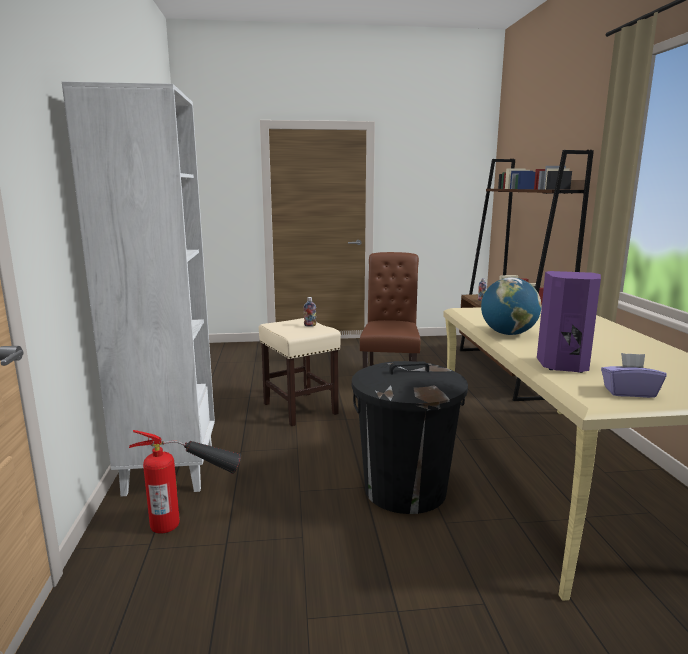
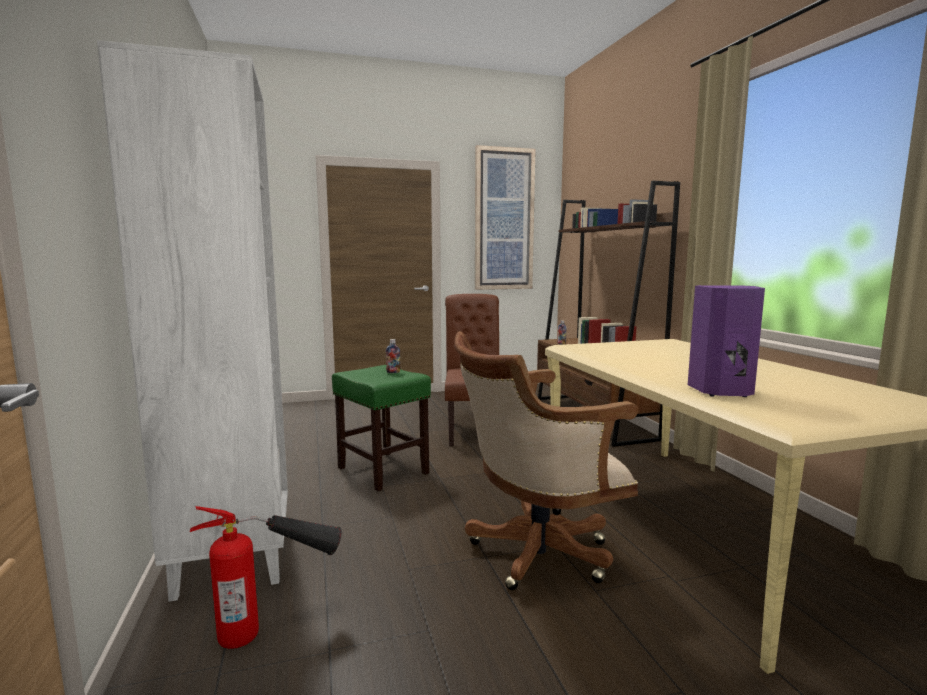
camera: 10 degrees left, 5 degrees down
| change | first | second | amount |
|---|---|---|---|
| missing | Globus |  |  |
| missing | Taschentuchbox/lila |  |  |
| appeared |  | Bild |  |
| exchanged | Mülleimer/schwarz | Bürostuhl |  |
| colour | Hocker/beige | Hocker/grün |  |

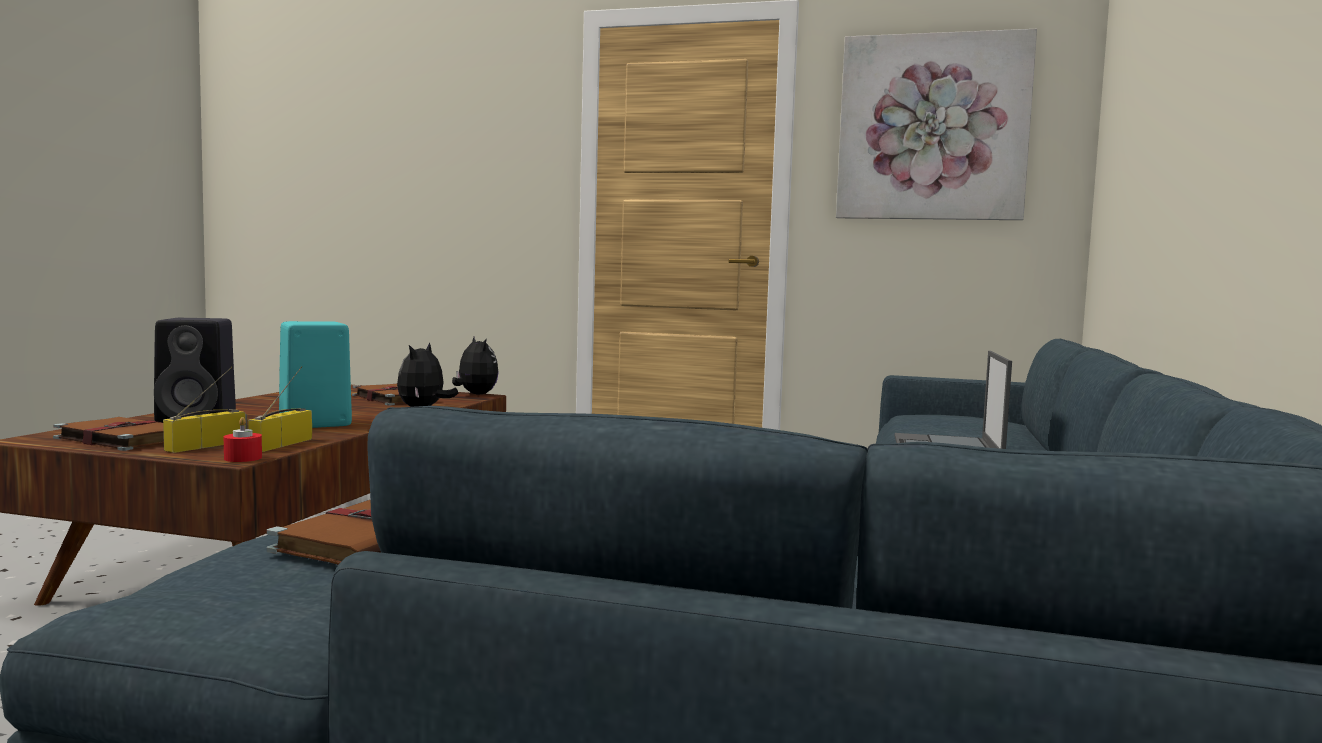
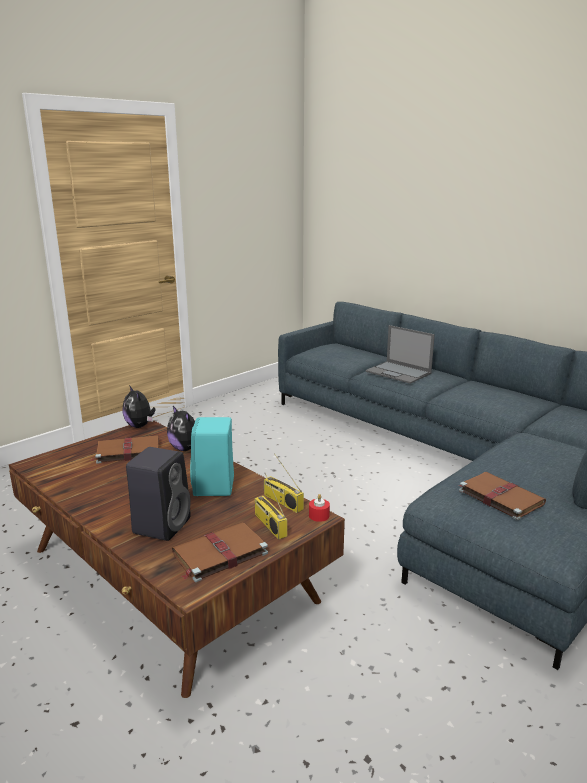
camera: 60 degrees left, 15 degrees up
| change | first | second | amount |
|---|---|---|---|
| missing | Bild |  |  |
| spun | Plüschtier (no. 2 from left in the first image) | Plüschtier (no. 1 from left) | 120 degrees counterclockwise |

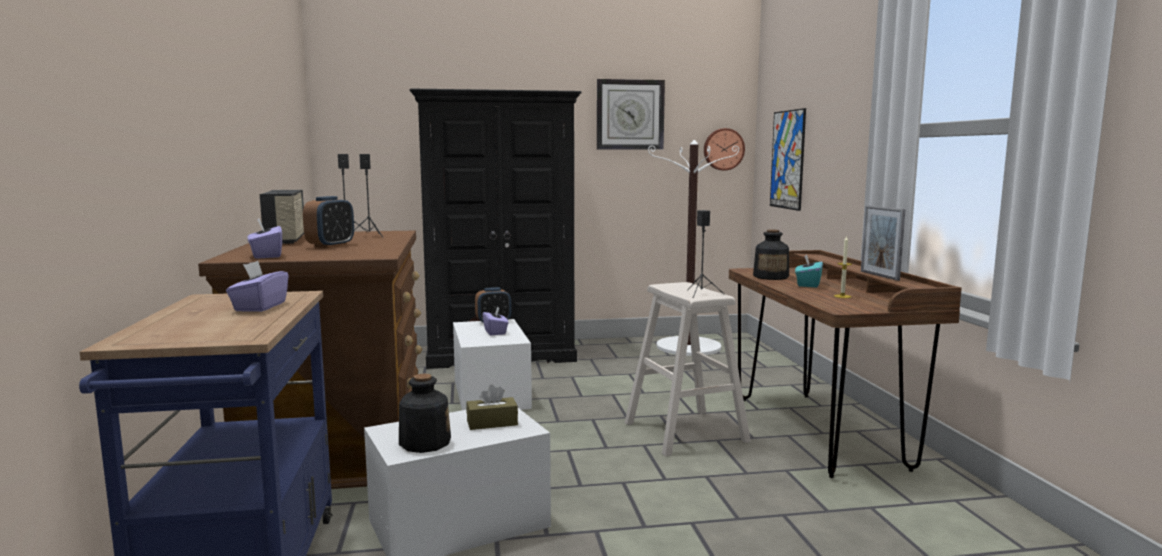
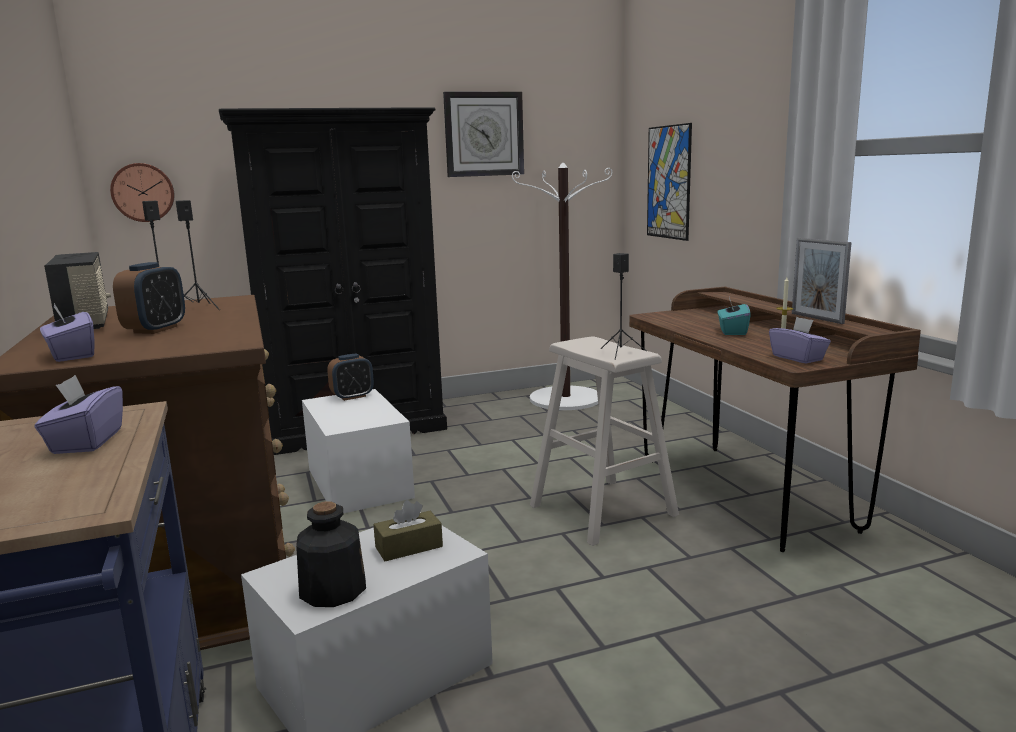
camera: 10 degrees left, 5 degrees up
| change | first | second | amount |
|---|---|---|---|
| missing | Flasche (no. 2 from left) |  |  |
| relocated | Taschentuchbox/lila (no. 3 from left) |  |  |
| relocated | Wanduhr (no. 2 from left in the first image) | Wanduhr (no. 1 from left) |  |

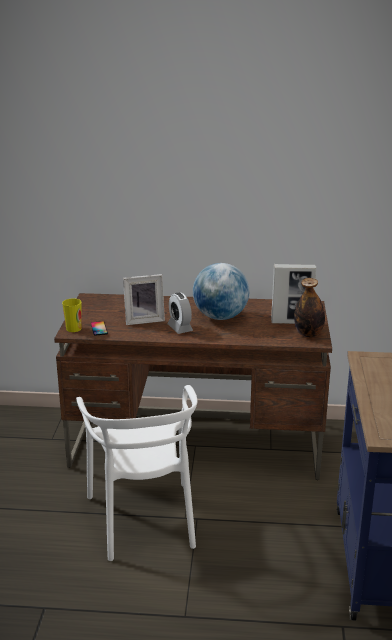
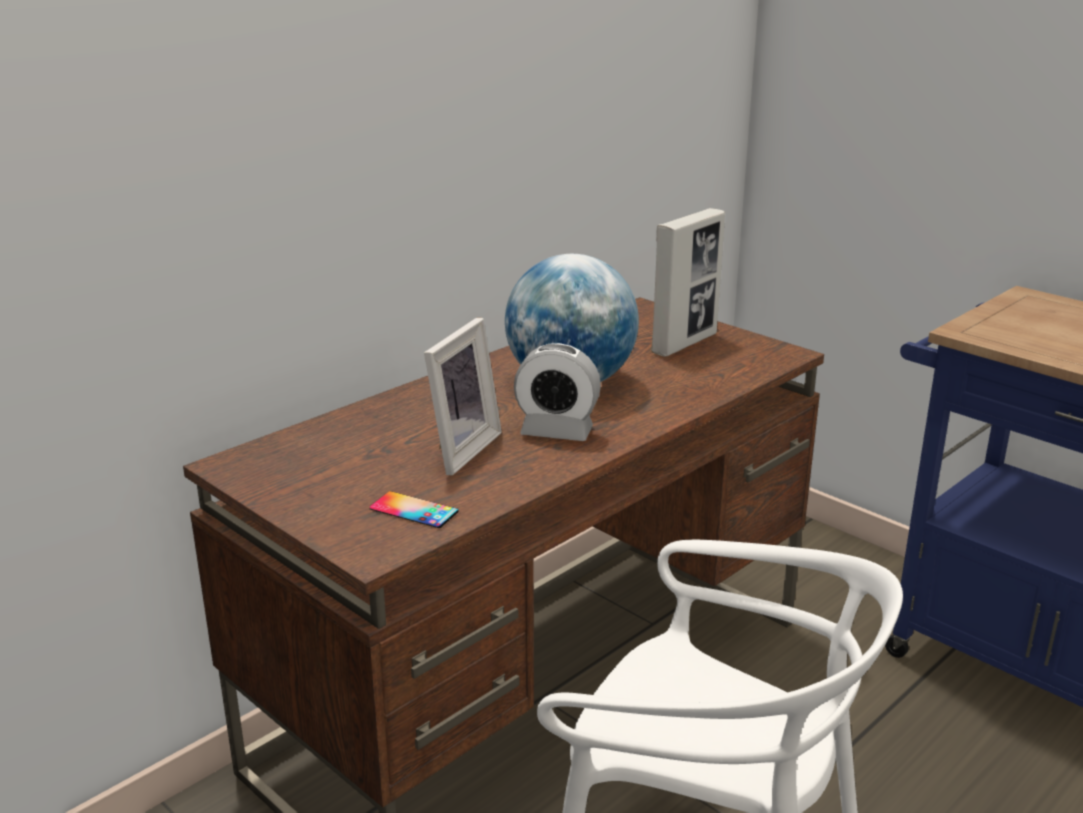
camera: 50 degrees left, 0 degrees up
| change | first | second | amount |
|---|---|---|---|
| missing | Tasse |  |  |
| missing | Flasche |  |  |

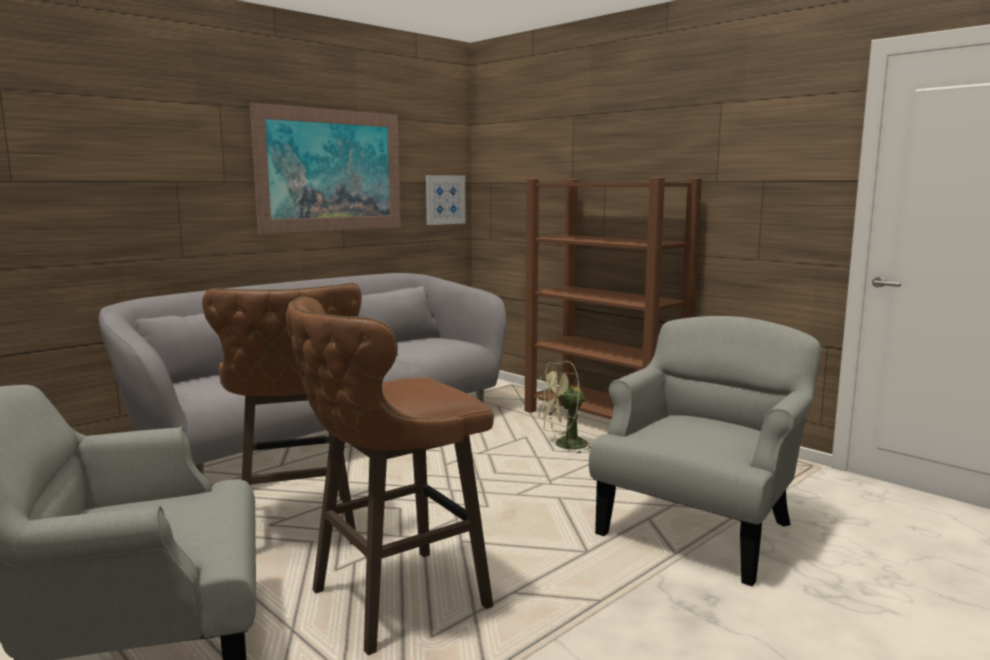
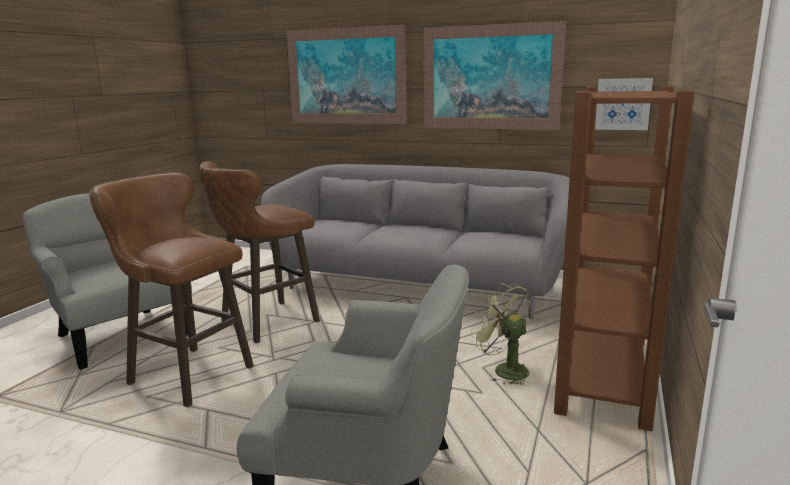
camera: 65 degrees right, 5 degrees up
| change | first | second | amount |
|---|---|---|---|
| appeared |  | Bild (no. 1 from left) |  |

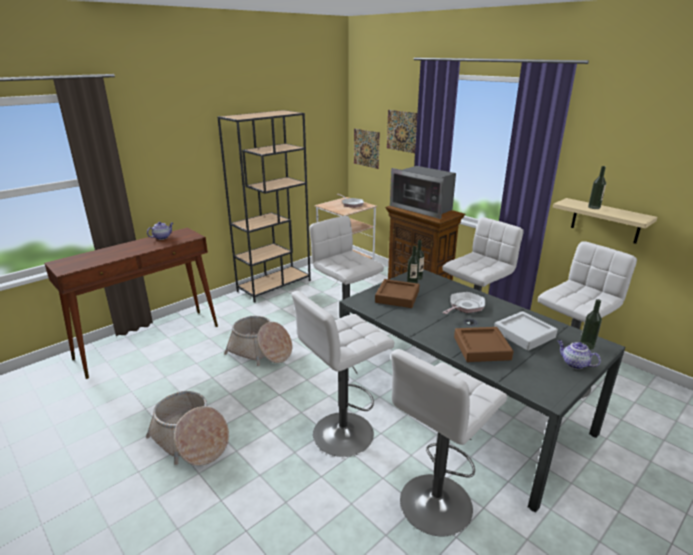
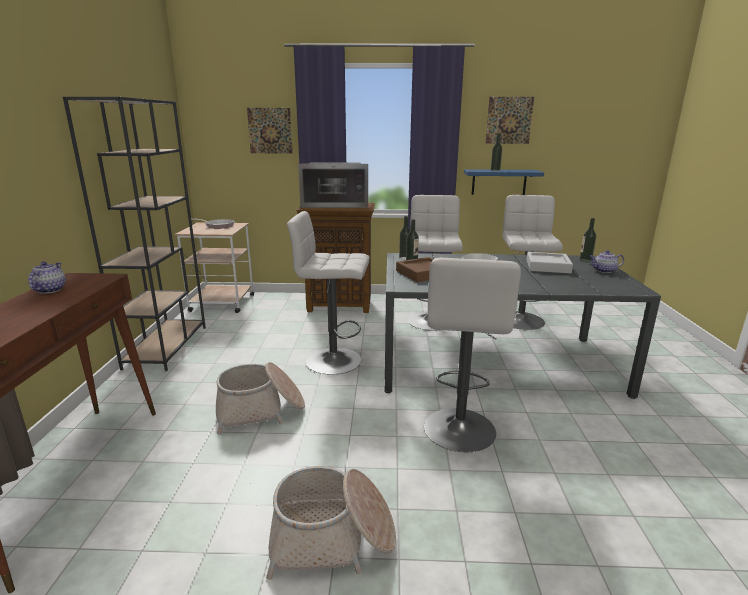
camera: 45 degrees left, 5 degrees down
| change | first | second | amount |
|---|---|---|---|
| missing | Hocker/weiß (no. 3 from left) |  |  |
| missing | Tablett/braun (no. 2 from left) |  |  |
| relocated | Bild (no. 1 from left in the first image) | Bild (no. 2 from left) |  |
| colour | Wandregal/beige | Wandregal/blau |  |

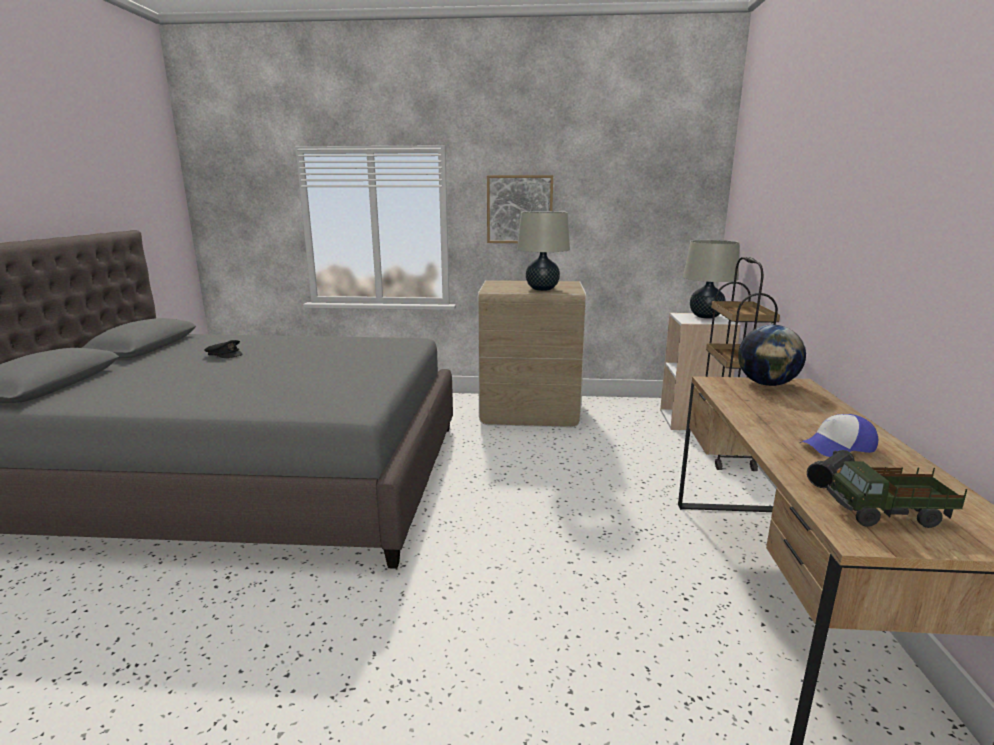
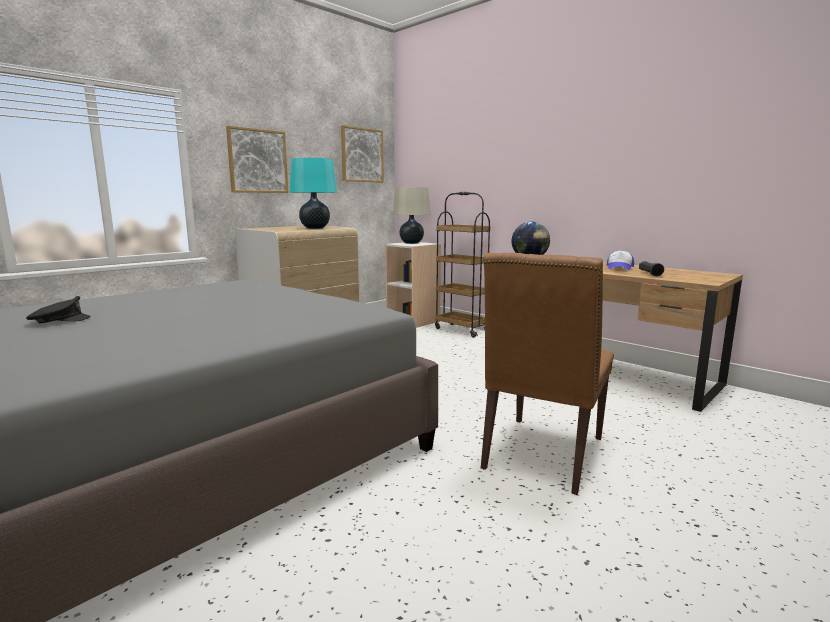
camera: 50 degrees left, 5 degrees down
| change | first | second | amount |
|---|---|---|---|
| missing | Spielzeuglaster |  |  |
| appeared |  | Bild (no. 2 from left) |  |
| appeared |  | Stuhl/braun |  |
| colour | Tischlampe/beige (no. 1 from left) | Tischlampe/türkis |  |

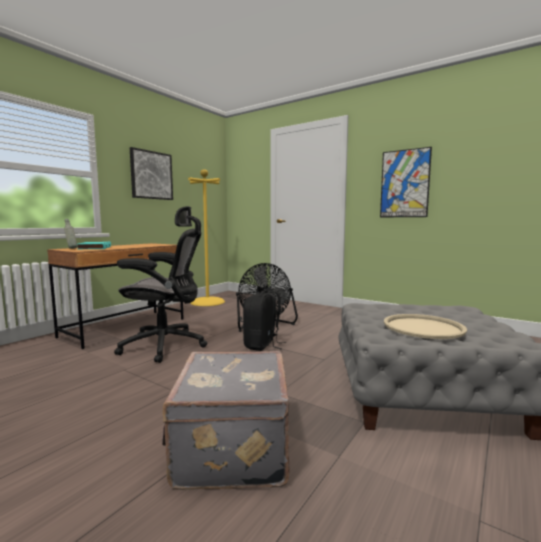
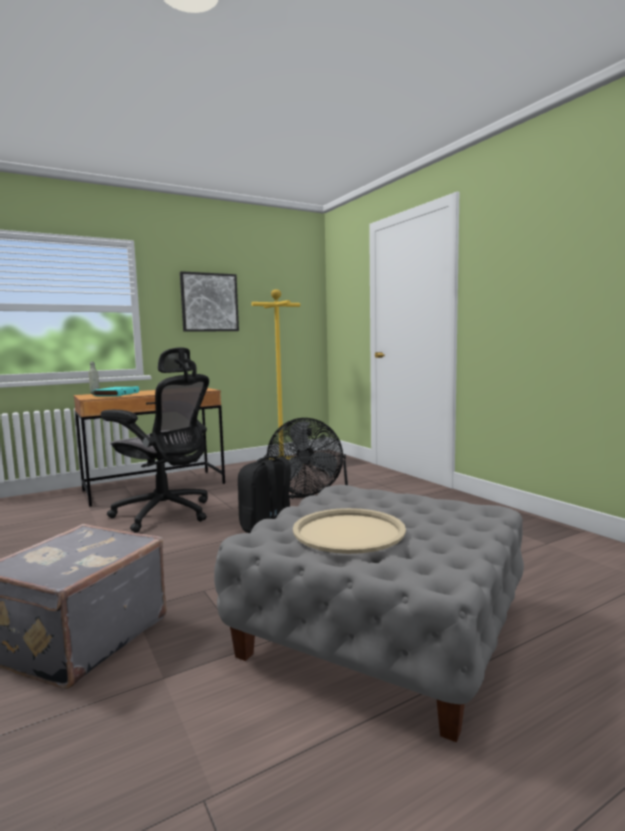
camera: 25 degrees right, 0 degrees up
| change | first | second | amount |
|---|---|---|---|
| missing | Bild (no. 2 from left) |  |  |

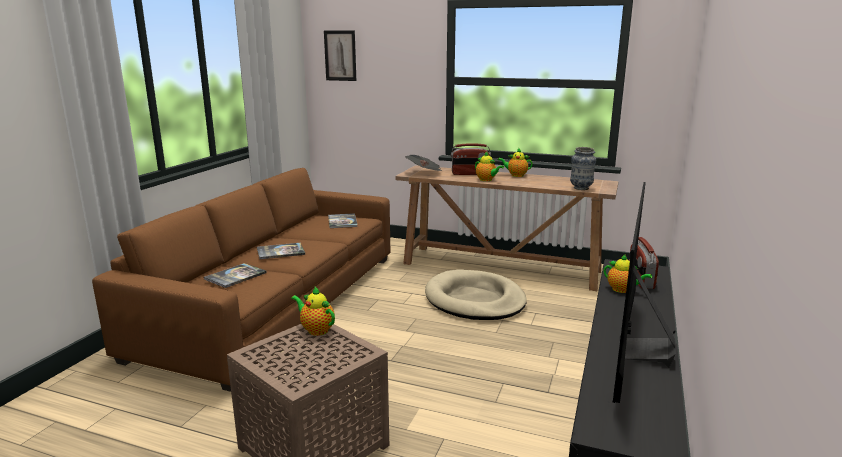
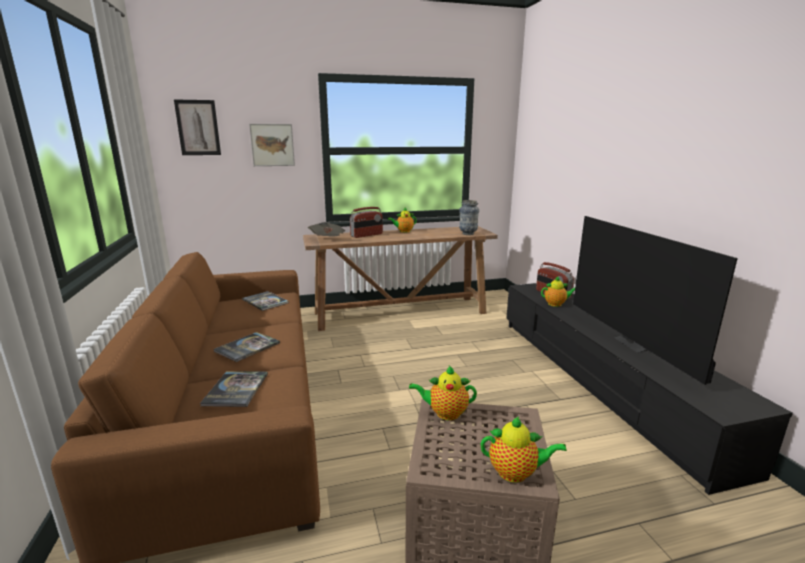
camera: 35 degrees left, 0 degrees up
| change | first | second | amount |
|---|---|---|---|
| missing | Hundebett/beige |  |  |
| appeared |  | Bild (no. 2 from left) |  |
| relocated | Teekanne (no. 2 from left in the first image) | Teekanne (no. 3 from left) |  |

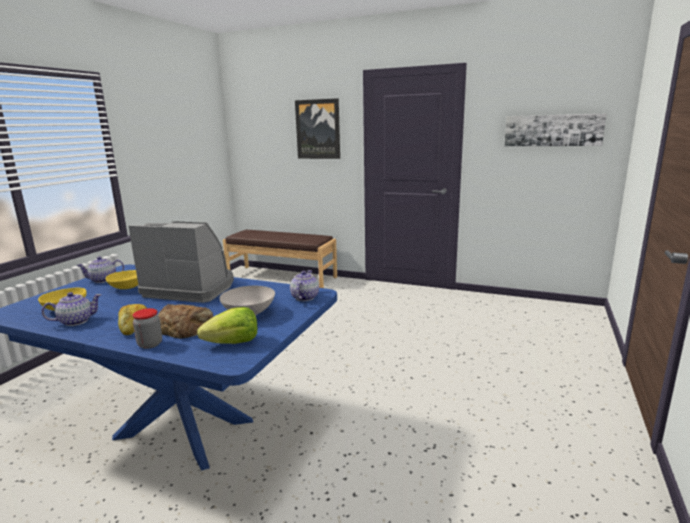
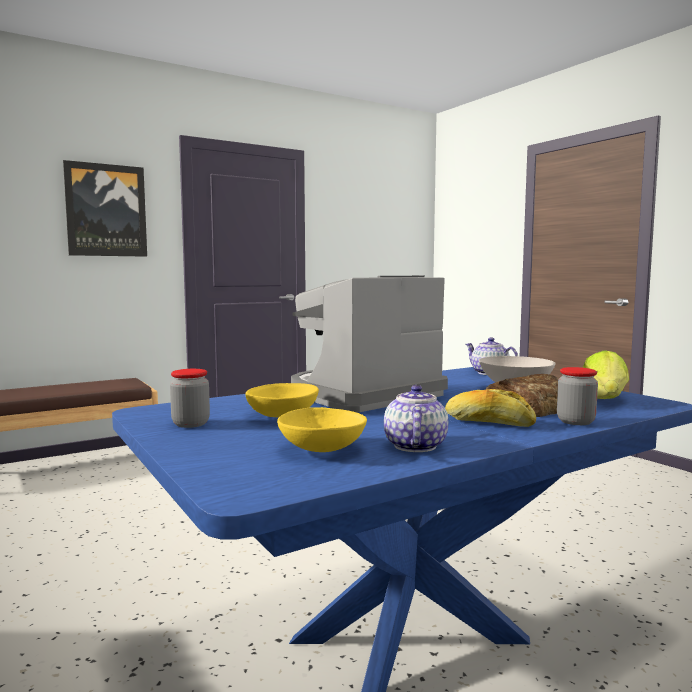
camera: 55 degrees left, 10 degrees down
| change | first | second | amount |
|---|---|---|---|
| missing | Bild (no. 2 from left) |  |  |
| exchanged | Teekanne (no. 2 from left) | Vorratsglas (no. 1 from left) |  |

